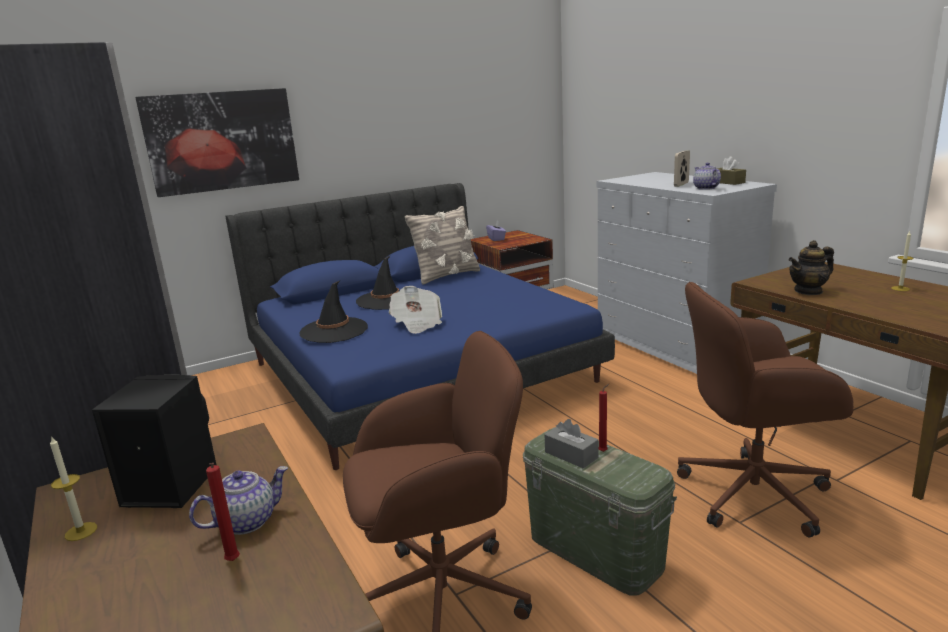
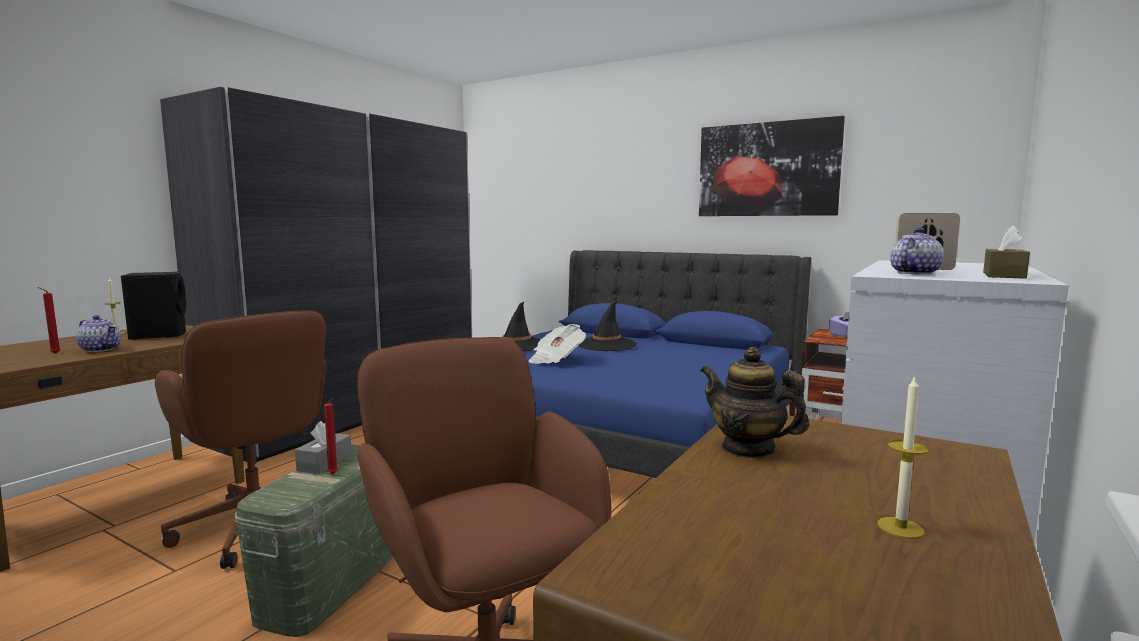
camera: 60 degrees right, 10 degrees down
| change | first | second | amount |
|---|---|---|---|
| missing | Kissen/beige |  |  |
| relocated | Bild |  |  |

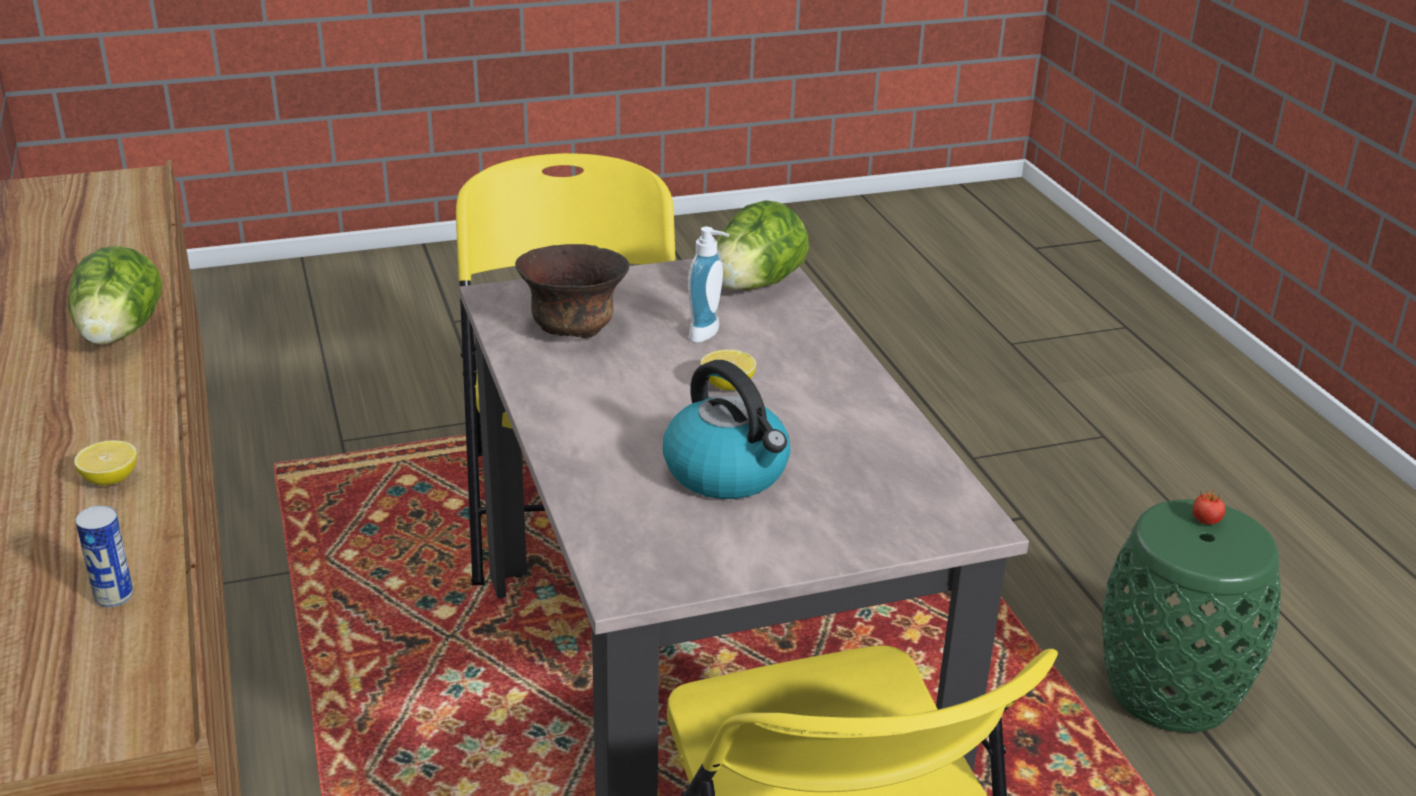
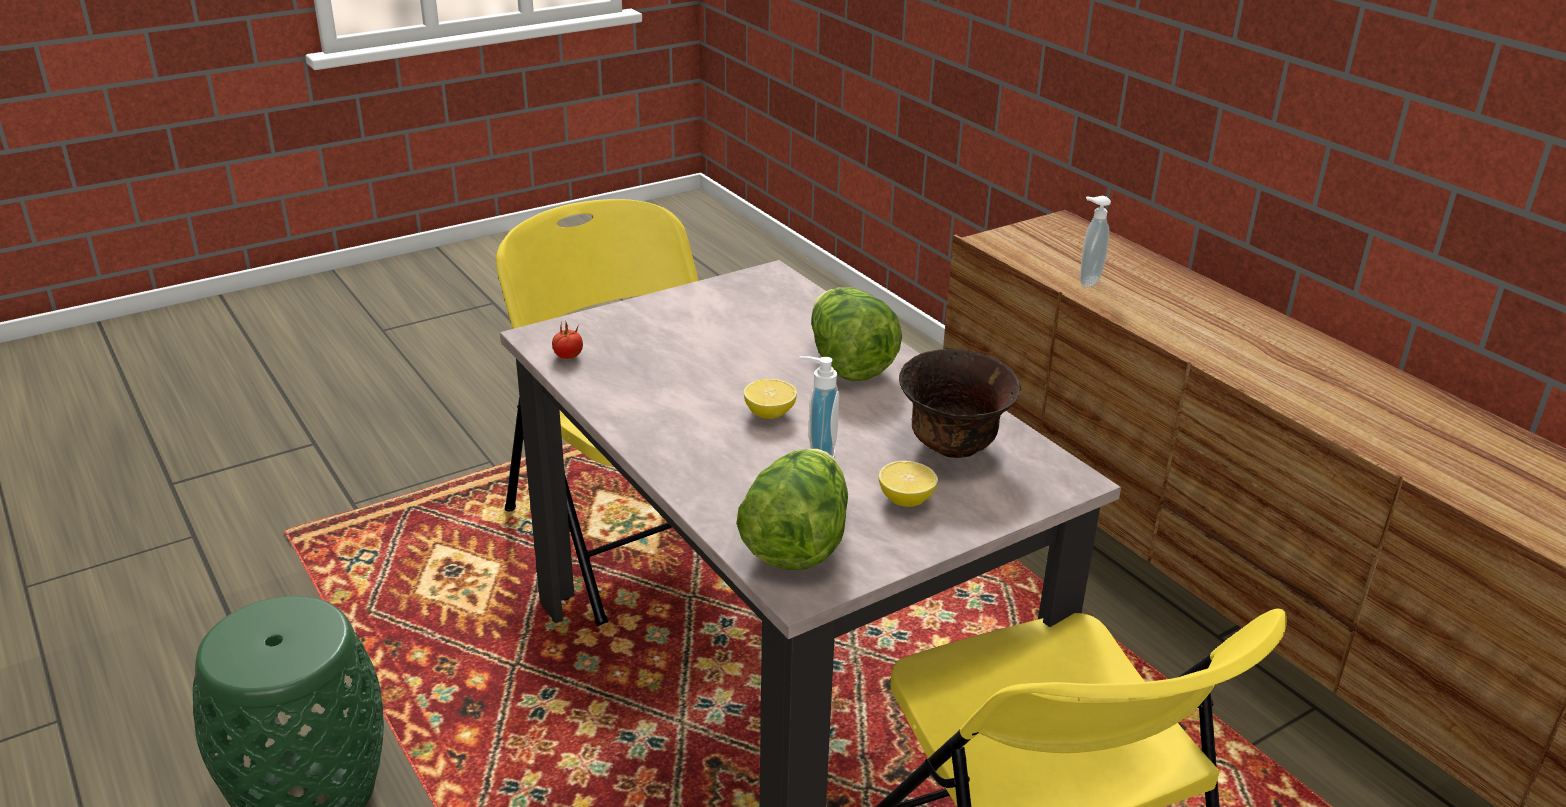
camera: 165 degrees right, 0 degrees up
| change | first | second | amount |
|---|---|---|---|
| missing | Wasserkessel |  |  |
| relocated | Salatkopf (no. 1 from left in the first image) | Salatkopf (no. 2 from left) |  |
| relocated | Zitrone (no. 1 from left in the first image) | Zitrone (no. 2 from left) |  |
| relocated | Tomate |  |  |
| exchanged | Dose | Seifenspender (no. 2 from left) |  |

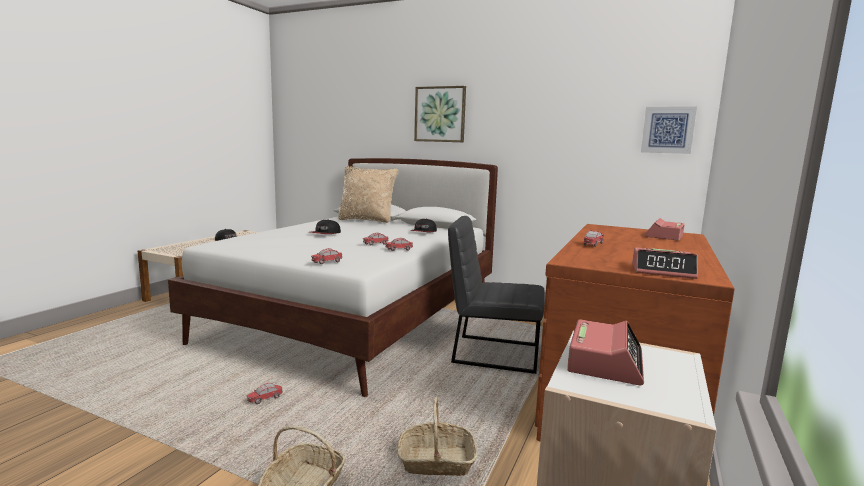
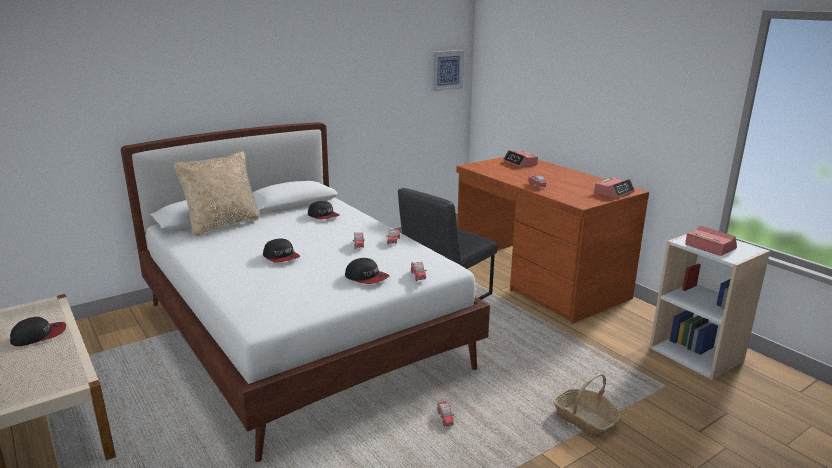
camera: 60 degrees left, 10 degrees up
| change | first | second | amount |
|---|---|---|---|
| missing | Korb (no. 2 from left) |  |  |
| missing | Bild (no. 1 from left) |  |  |
| appeared |  | Kappe (no. 4 from left) |  |

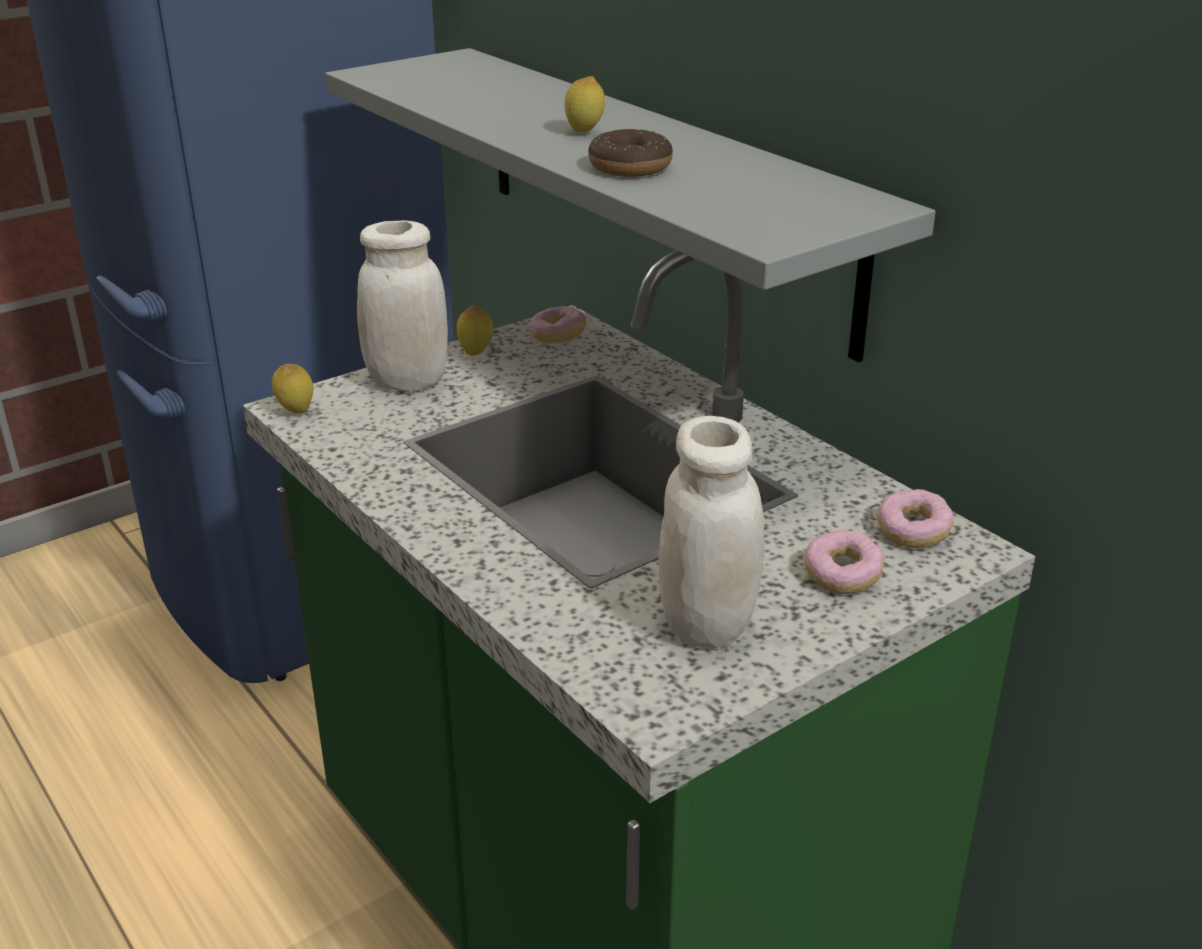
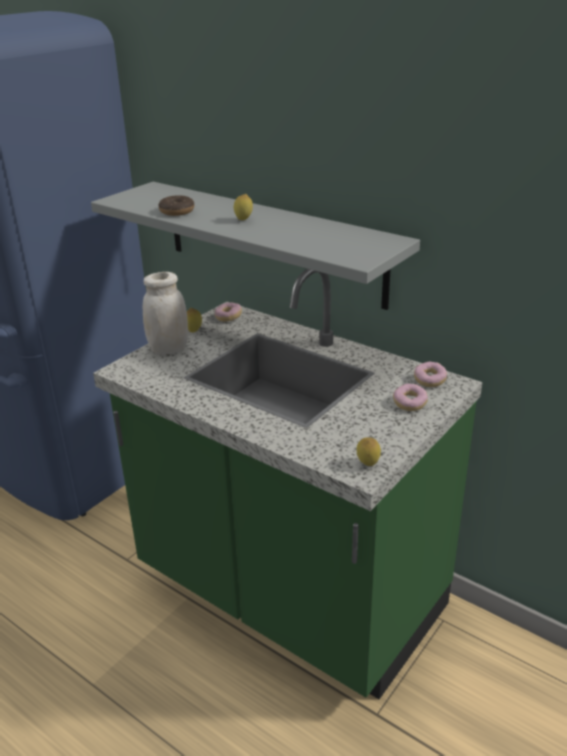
camera: 15 degrees left, 0 degrees up
| change | first | second | amount |
|---|---|---|---|
| missing | Vorratsglas/weiß (no. 2 from left) |  |  |
| relocated | Zitrone (no. 1 from left in the first image) | Zitrone (no. 3 from left) |  |
| relocated | Donut (no. 2 from left in the first image) | Donut (no. 1 from left) |  |

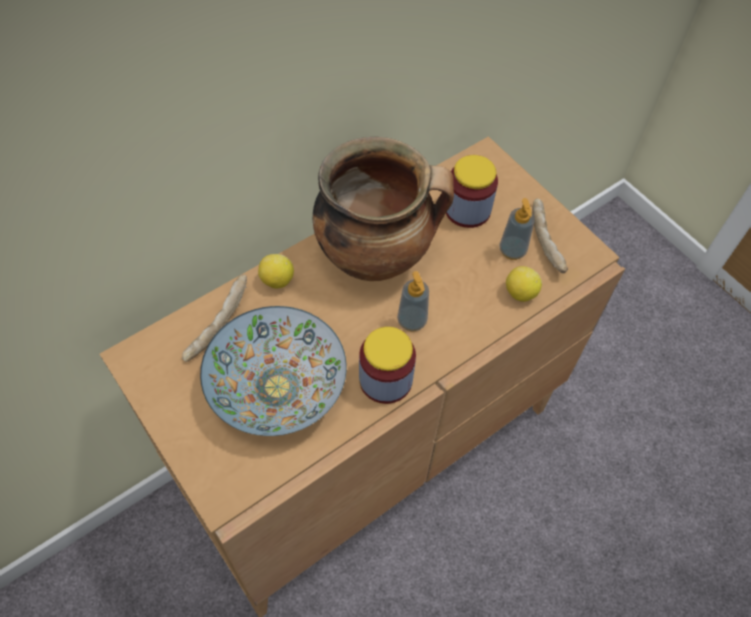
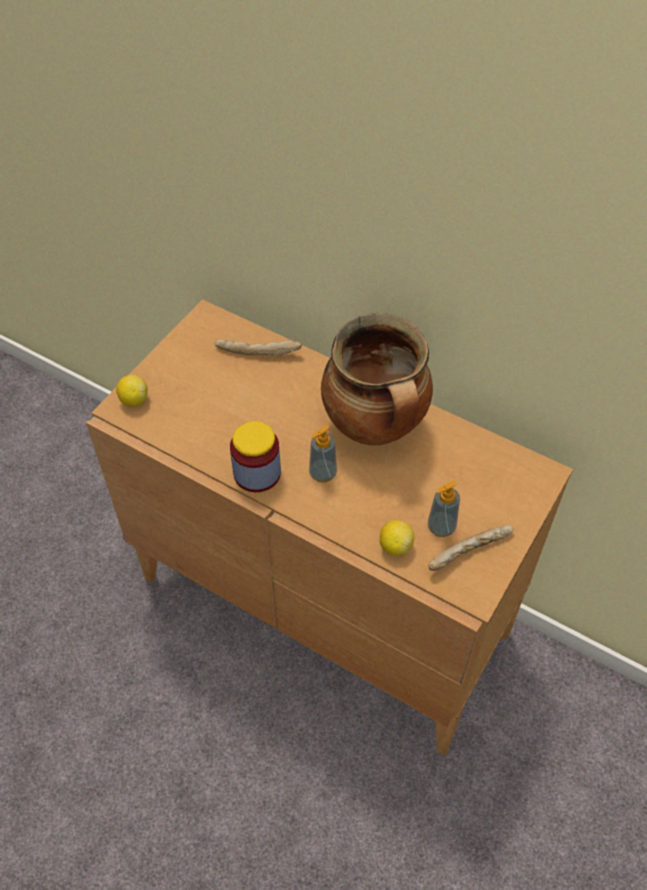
camera: 70 degrees right, 5 degrees down
| change | first | second | amount |
|---|---|---|---|
| missing | Schüssel |  |  |
| missing | Vorratsglas (no. 2 from left) |  |  |
| relocated | Zitrone (no. 1 from left) |  |  |

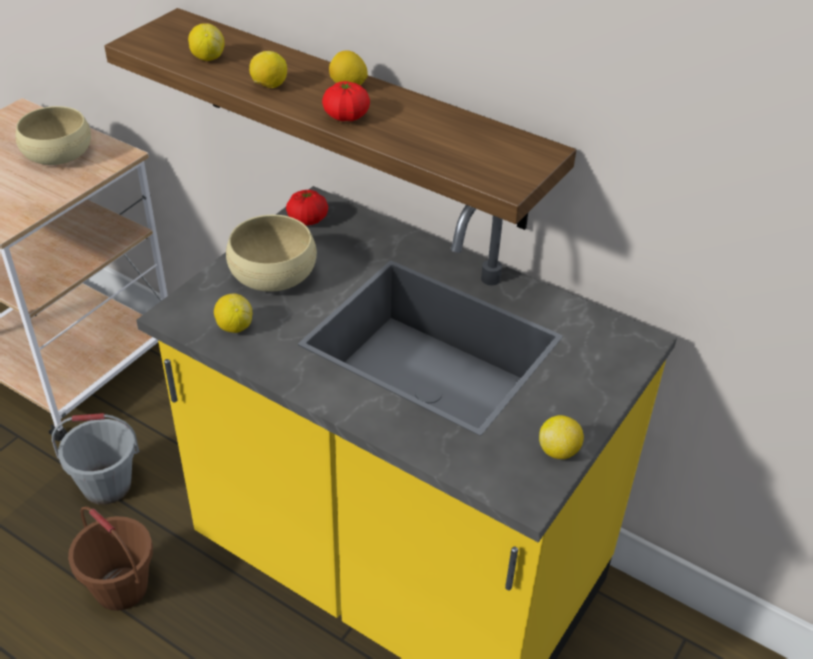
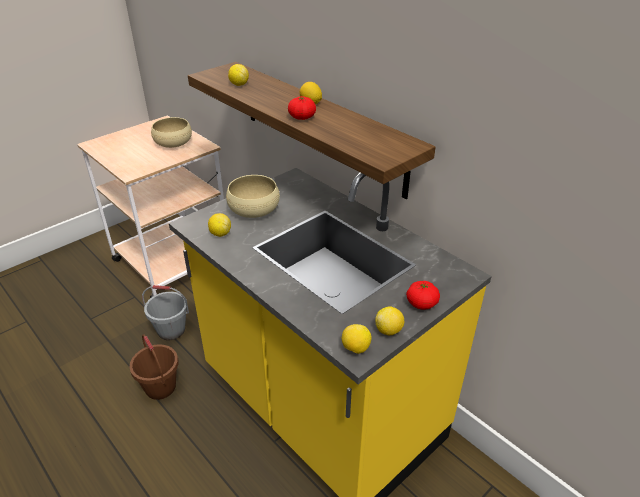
camera: 15 degrees right, 5 degrees down
| change | first | second | amount |
|---|---|---|---|
| relocated | Zitrone (no. 3 from left in the first image) | Zitrone (no. 4 from left) |  |
| relocated | Tomate (no. 1 from left in the first image) | Tomate (no. 2 from left) |  |

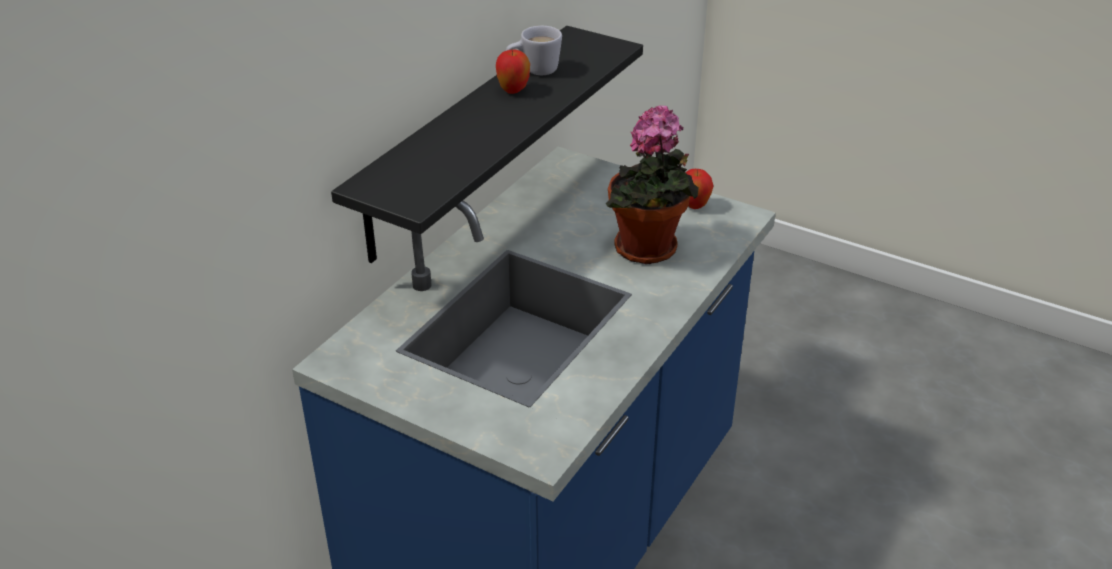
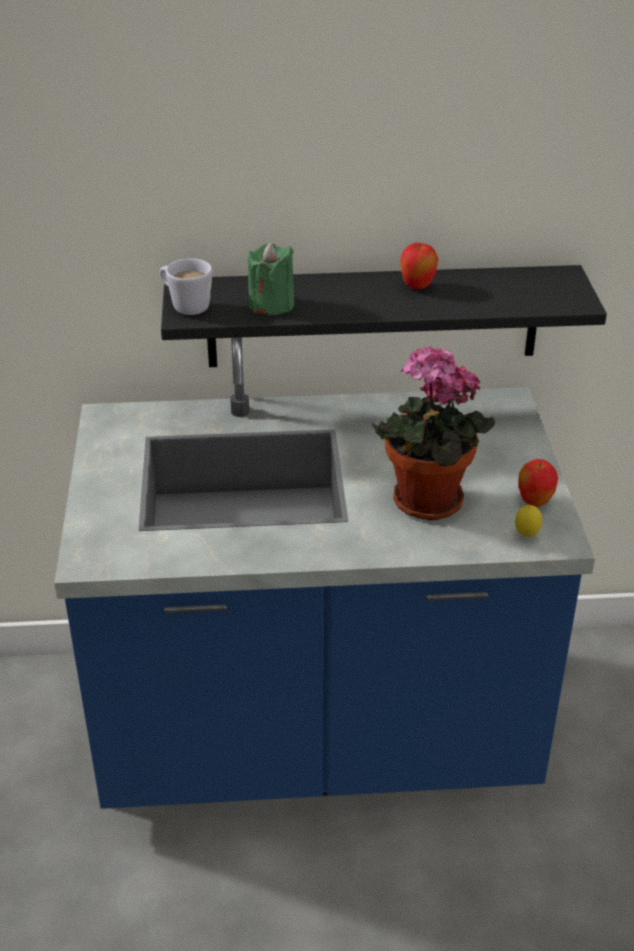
camera: 55 degrees right, 0 degrees up
| change | first | second | amount |
|---|---|---|---|
| appeared |  | Kerze/grün |  |
| appeared |  | Zitrone |  |
| relocated | Henkelbecher/weiß |  |  |

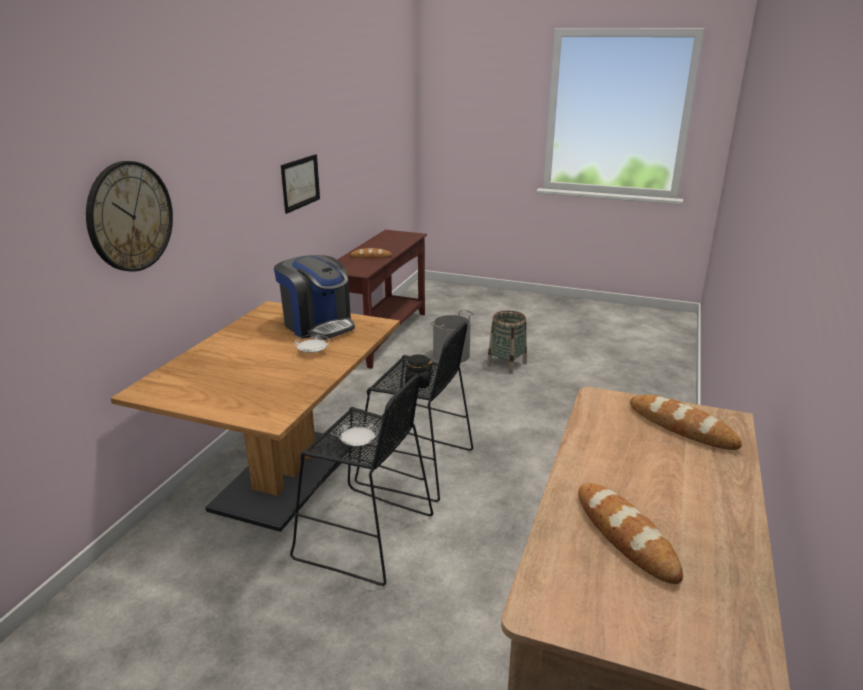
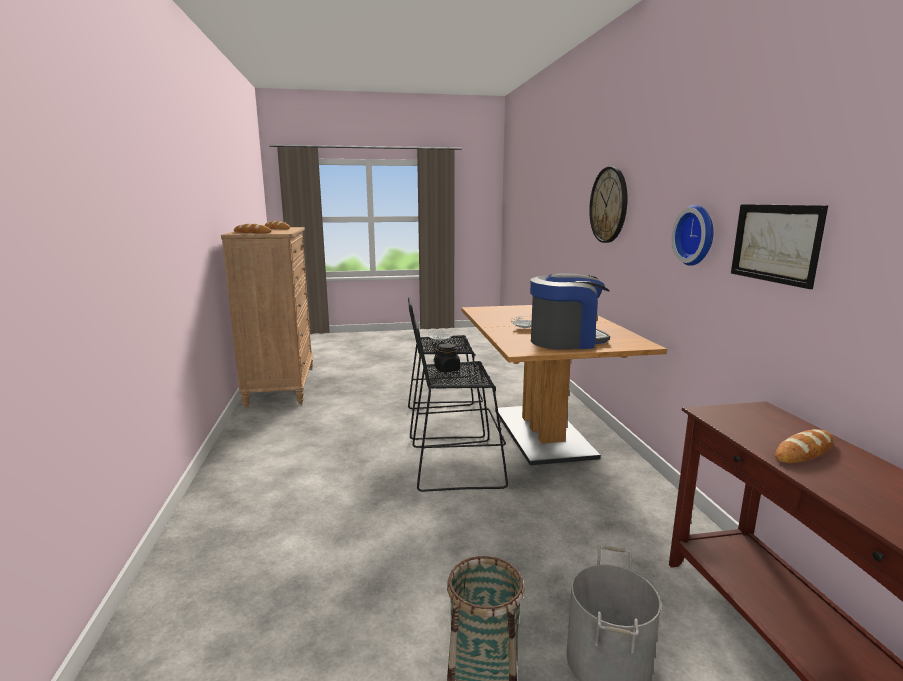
camera: 150 degrees right, 10 degrees down
| change | first | second | amount |
|---|---|---|---|
| appeared |  | Wanduhr (no. 2 from left) |  |
| spun | Kaffeemaschine |  | 150 degrees clockwise |

